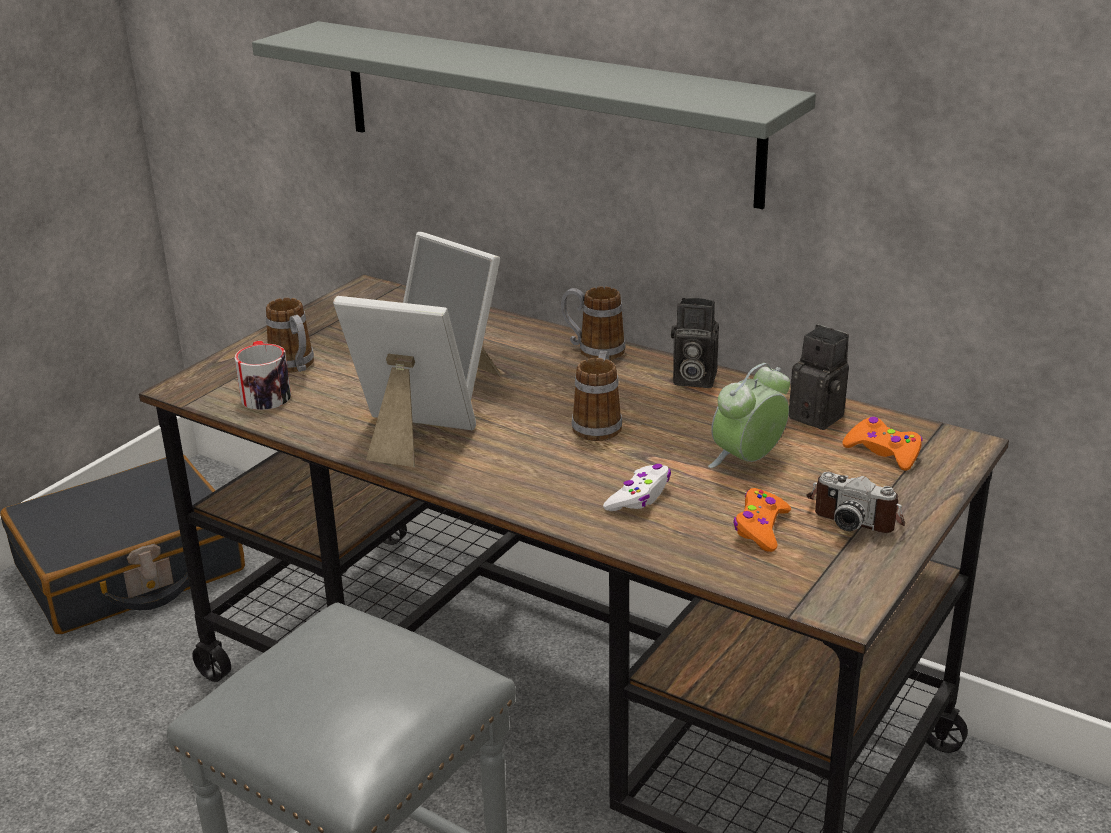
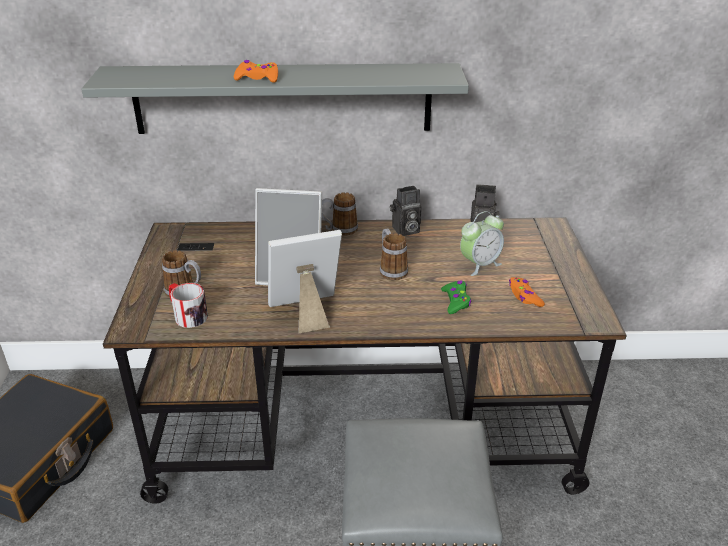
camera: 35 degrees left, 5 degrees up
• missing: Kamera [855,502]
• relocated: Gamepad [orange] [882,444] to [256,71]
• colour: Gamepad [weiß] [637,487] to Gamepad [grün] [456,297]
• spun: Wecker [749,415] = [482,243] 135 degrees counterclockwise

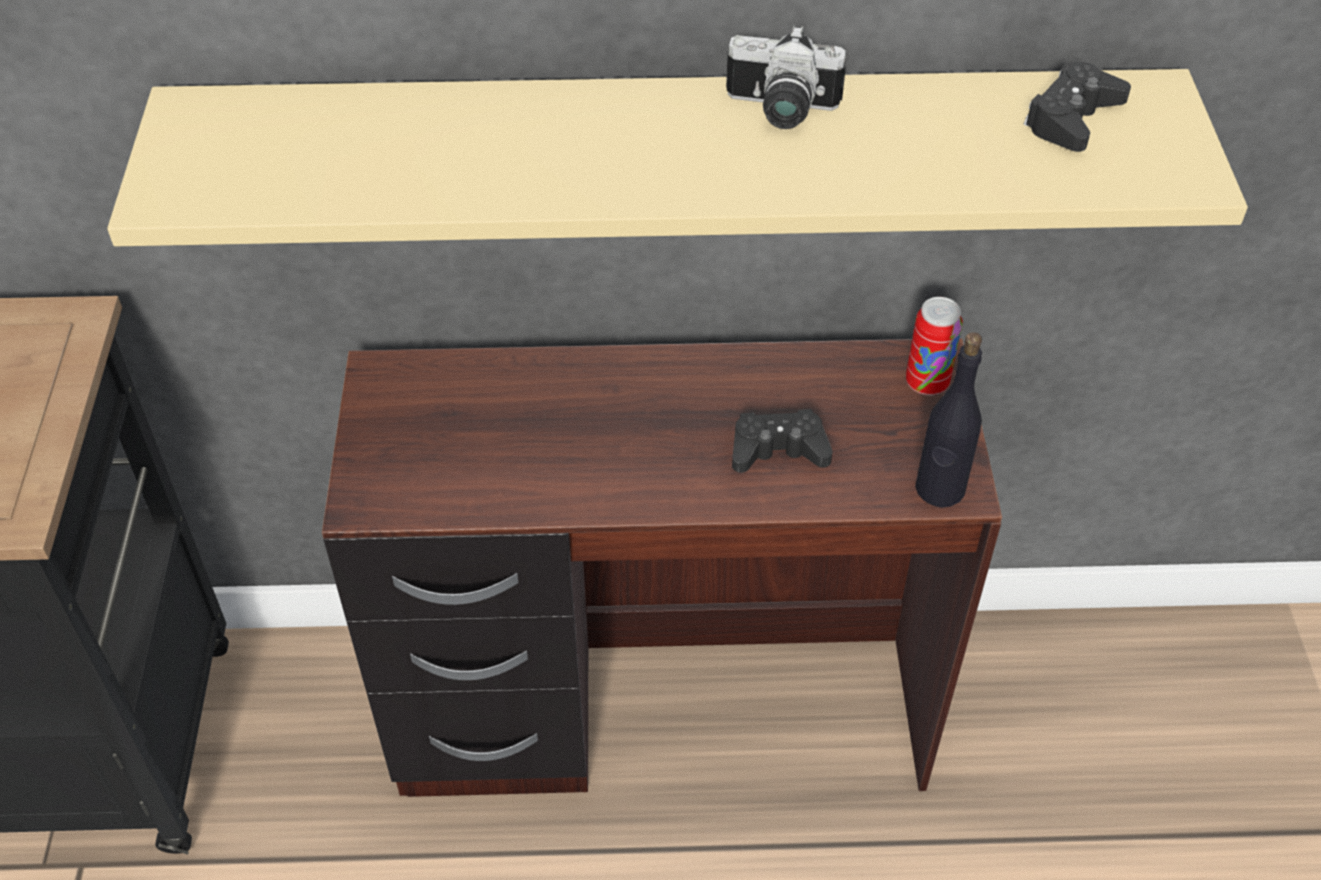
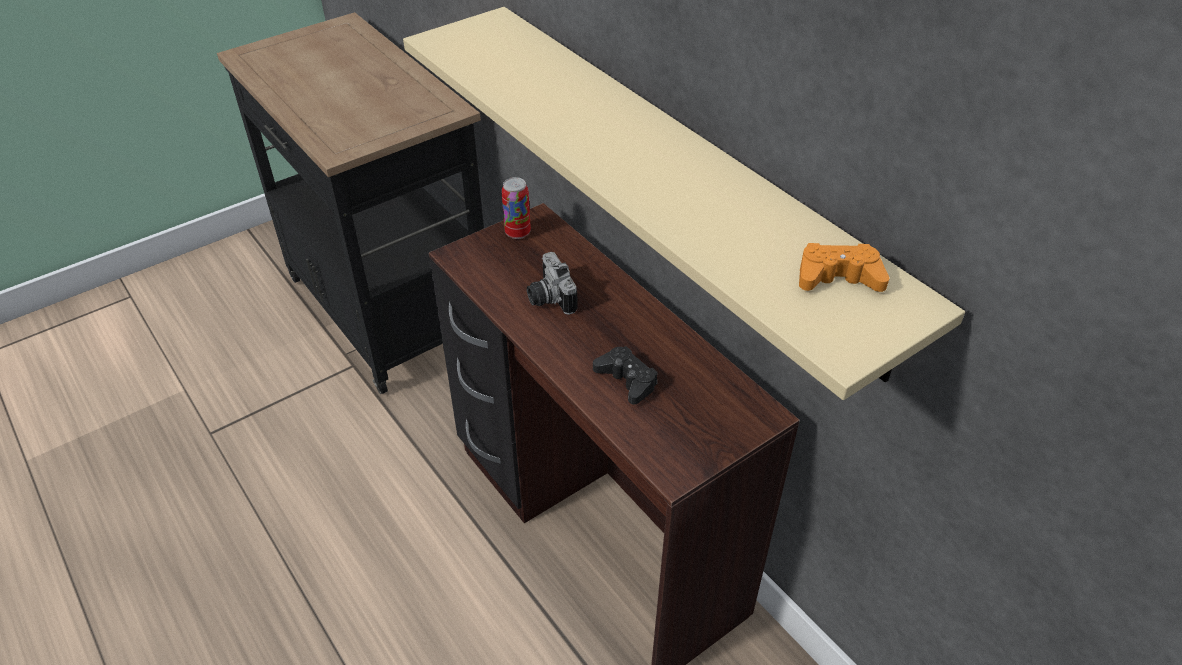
camera: 55 degrees right, 5 degrees down
• missing: Flasche [schwarz] [948,420]
• relocated: Kamera [786,77] to [552,283]
• relocated: Dose [934,346] to [516,208]
• colour: Gamepad [schwarz] [1077,107] to Gamepad [orange] [844,267]

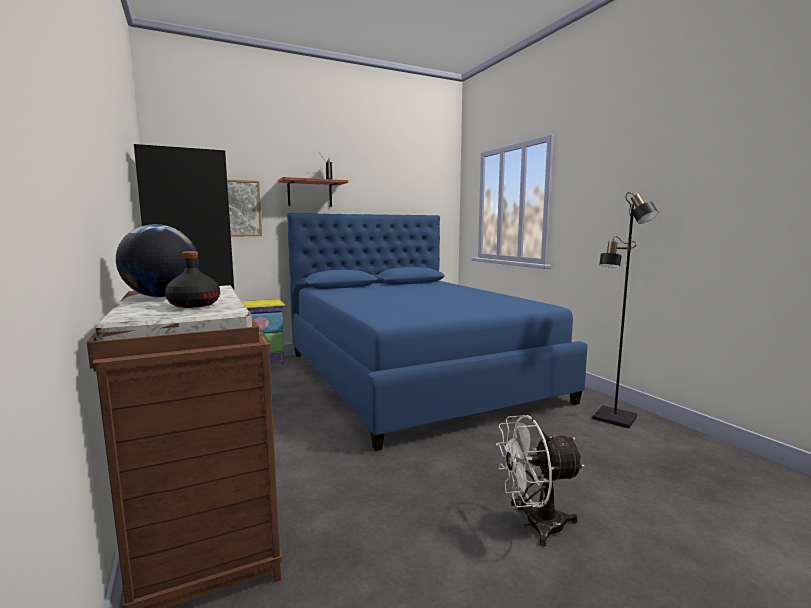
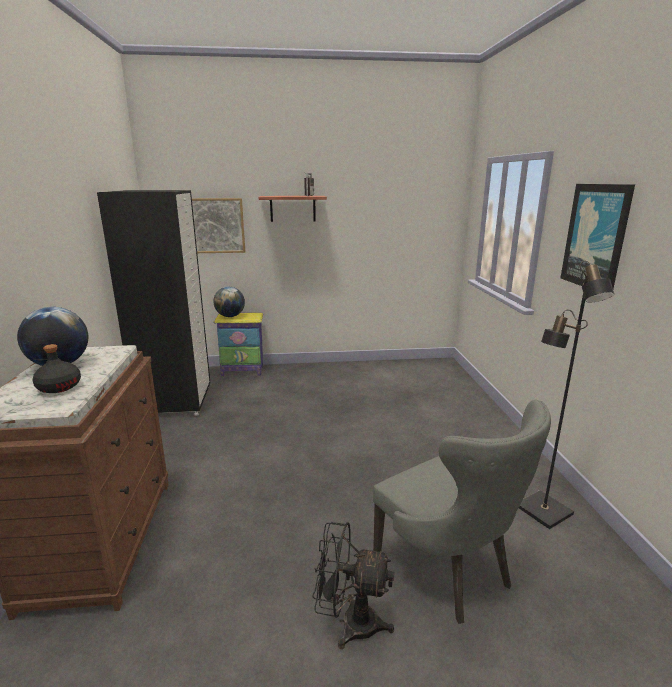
camera: 20 degrees right, 10 degrees up
• missing: Bett [blau] [437,332]
• appeared: Globus [229,302]
• appeared: Stuhl [grau] [462,511]
• appeared: Bild [598,236]
• colour: Ventilator [weiß] [540,480] to Ventilator [schwarz] [353,585]

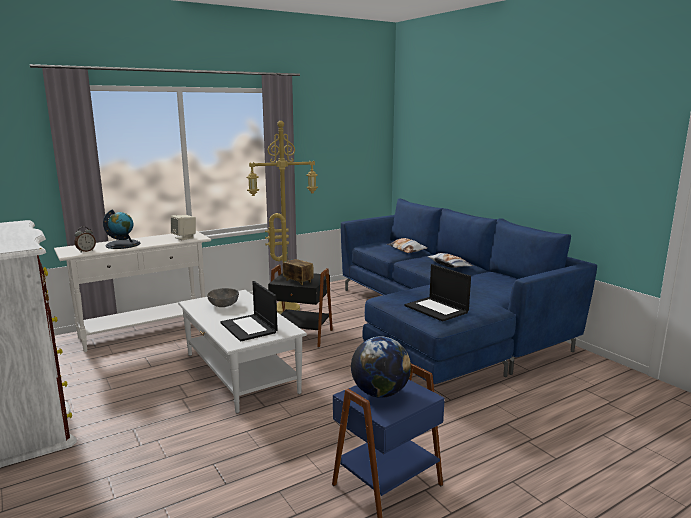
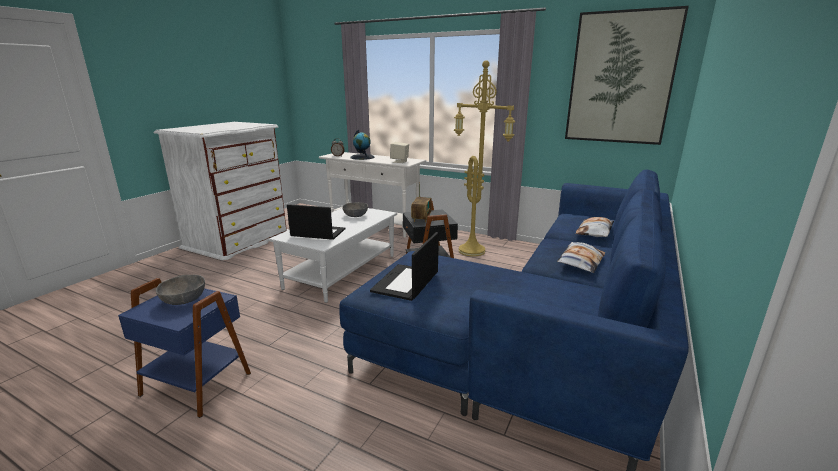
camera: 60 degrees right, 5 degrees up
• appeared: Bild [627,75]
• exchanged: Globus [381,367] to Schüssel [grau] [180,290]
• spun: Laptop [249,311] = [316,222] 75 degrees clockwise

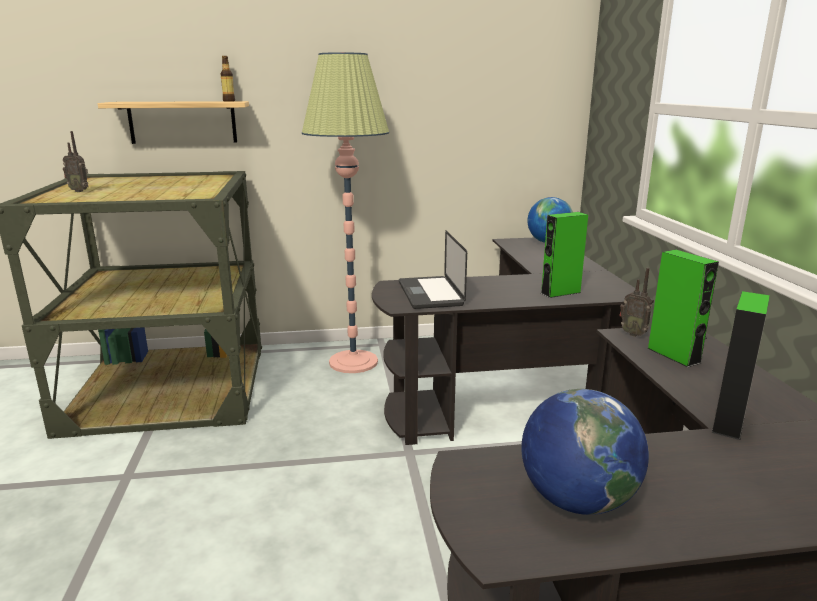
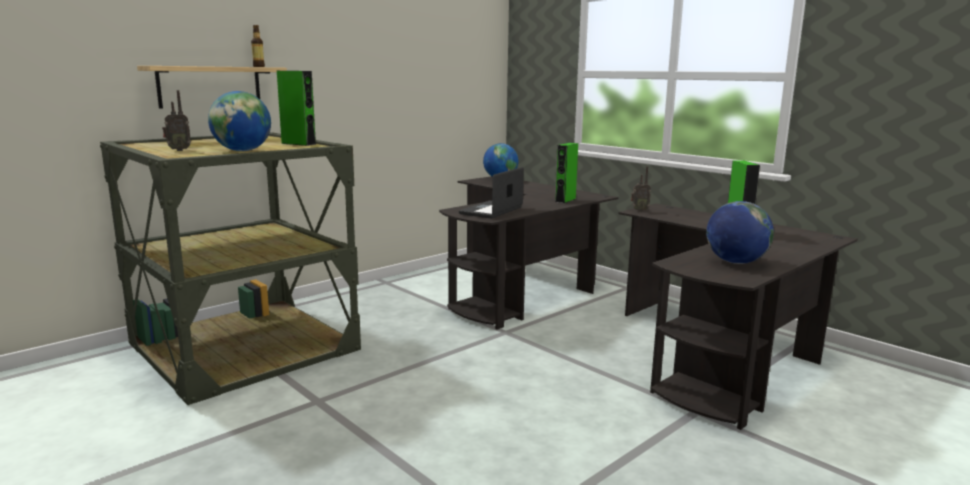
camera: 35 degrees left, 5 degrees down
• missing: Stehlampe [345,212]
• appeared: Globus [239,121]
• relocated: Lautsprecher [grün] [683,308] to [297,108]
• spun: Laptop [433,270] = [491,192] 75 degrees clockwise

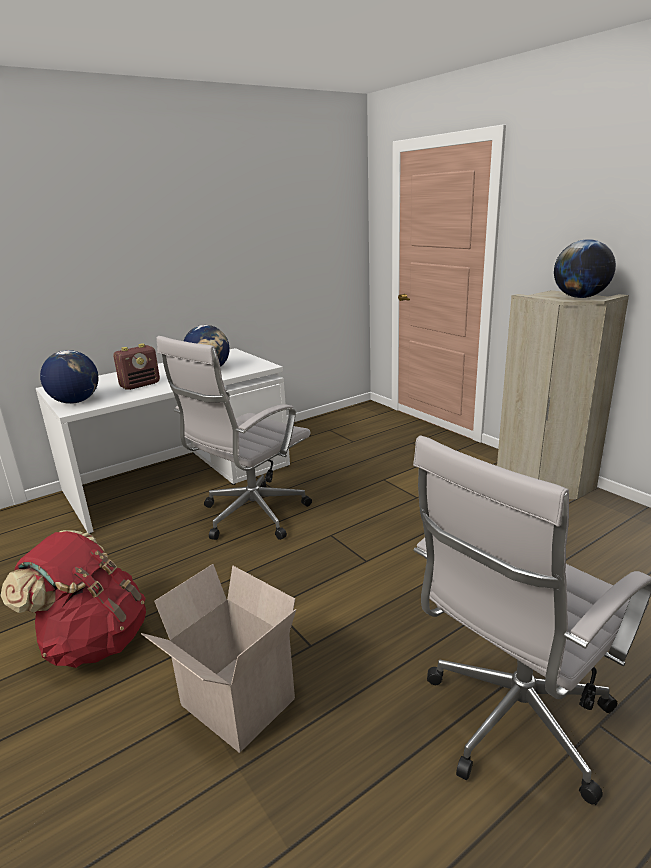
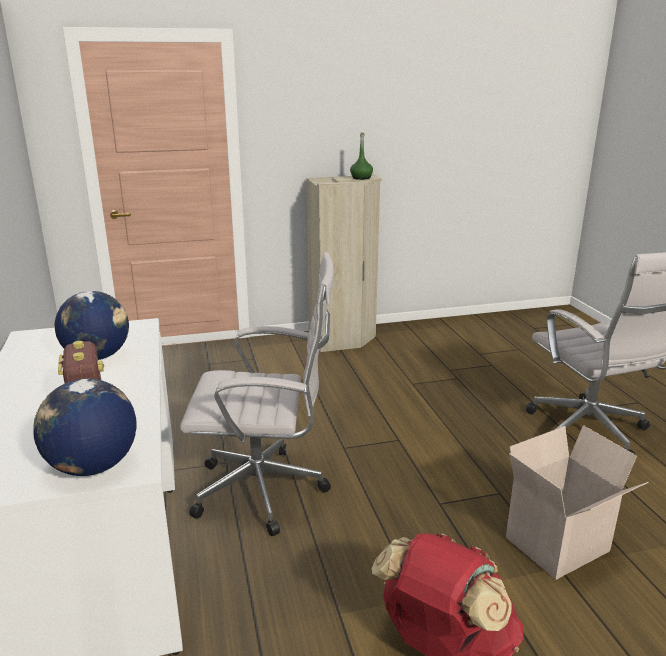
camera: 70 degrees left, 0 degrees up
• exchanged: Globus [585,268] to Flasche [grün] [361,156]
• spun: Bürostuhl [weiß] [234,438] = [257,394] 60 degrees counterclockwise

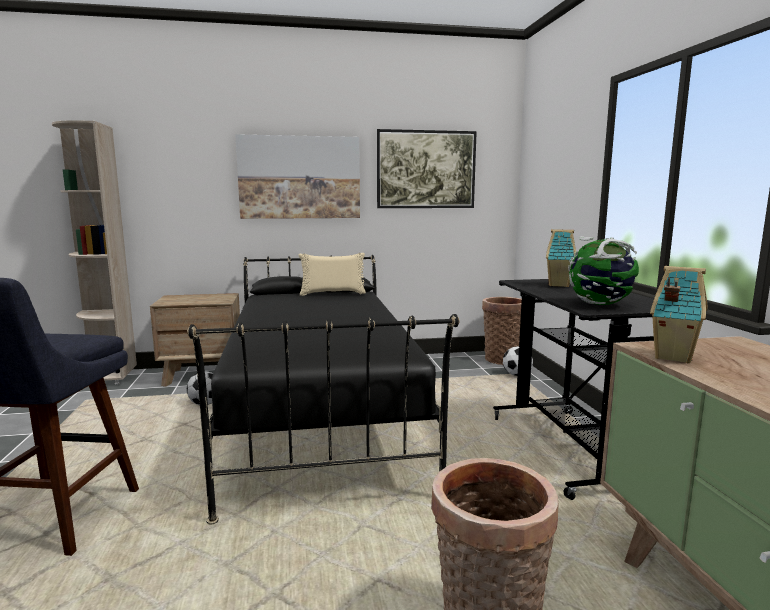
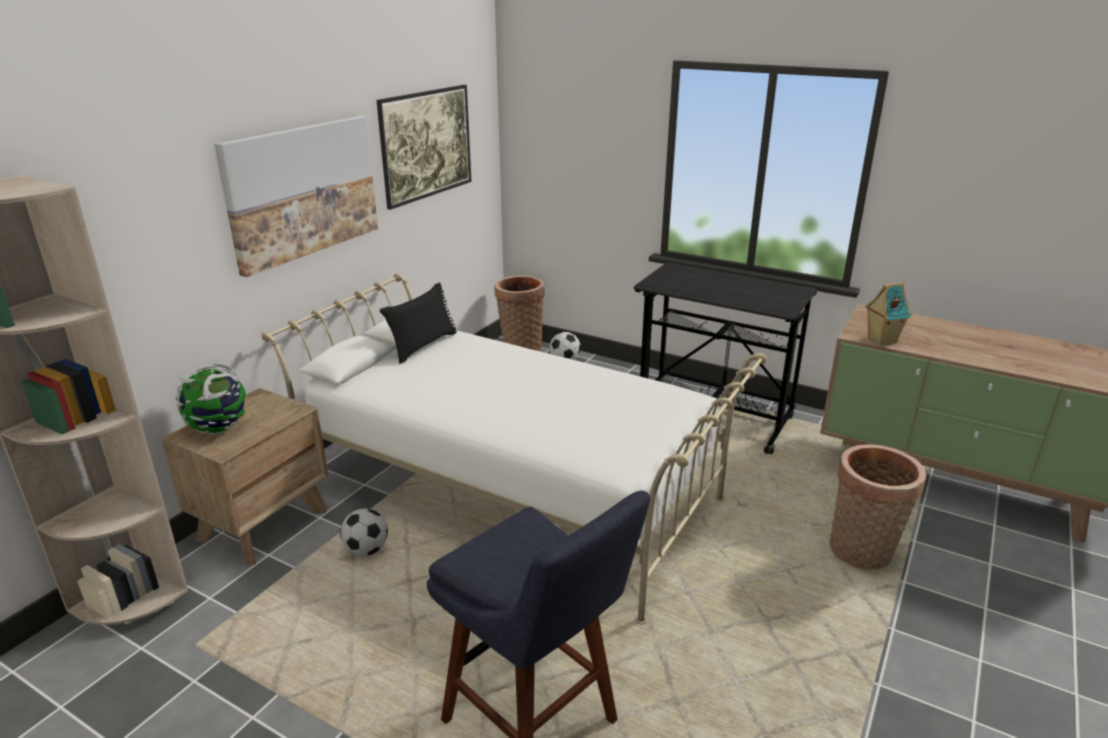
camera: 50 degrees left, 15 degrees up
• missing: Spielzeughaus [561,258]
• relocated: Globus [603,270] to [210,399]
• colour: Bett [schwarz] [323,389] to Bett [weiß] [514,448]
• colour: Kissen [beige] [332,274] to Kissen [schwarz] [418,323]

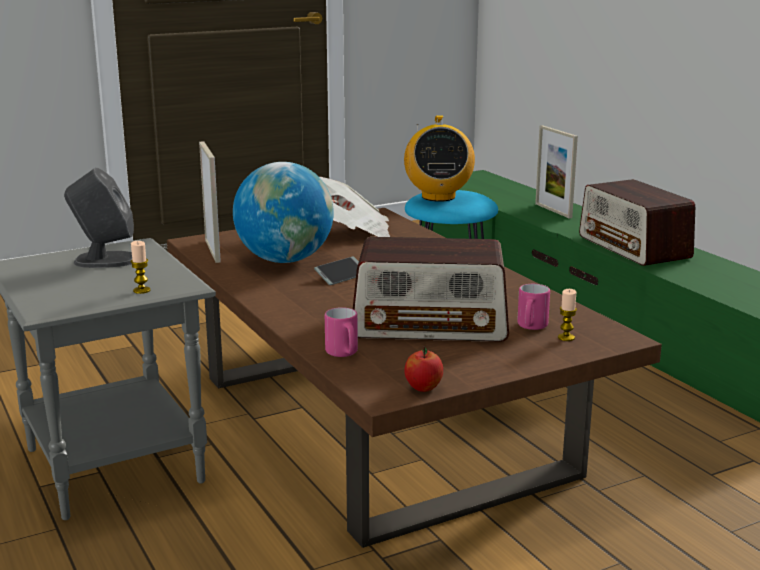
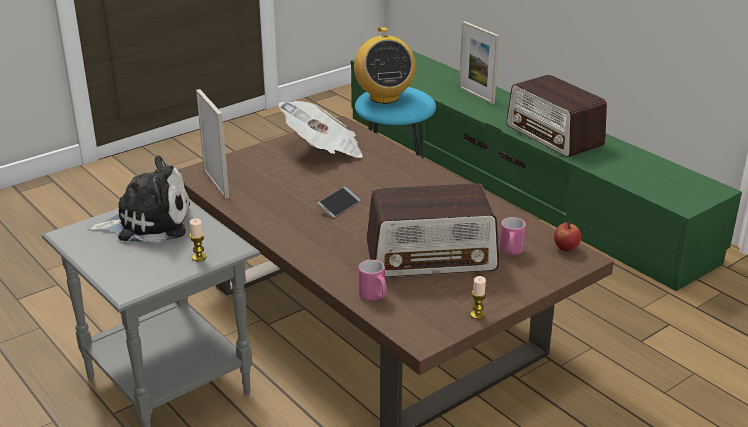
camera: 10 degrees left, 10 degrees up
• missing: Globus [283,212]
• relocated: Apfel [423,369] to [567,236]
• relocated: Kerze [567,315] to [478,297]
• exchanged: Lautsprecher [grau] [99,218] to Plüschtier [139,199]

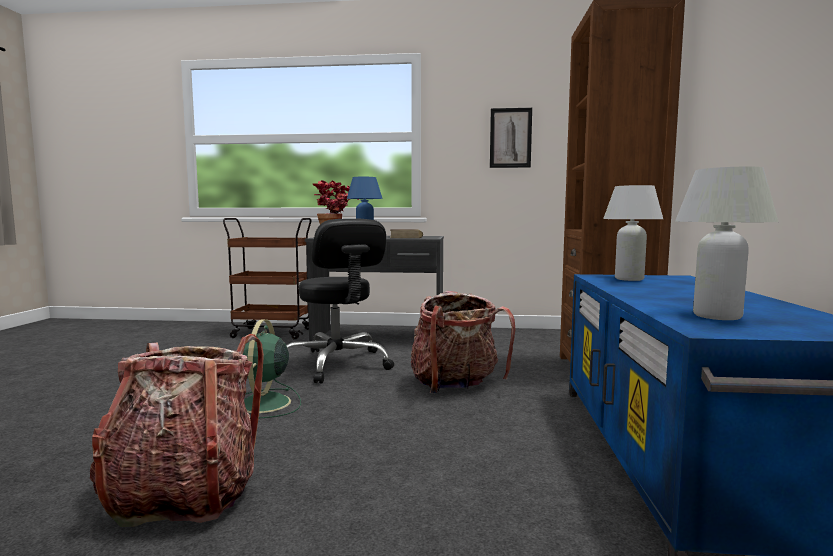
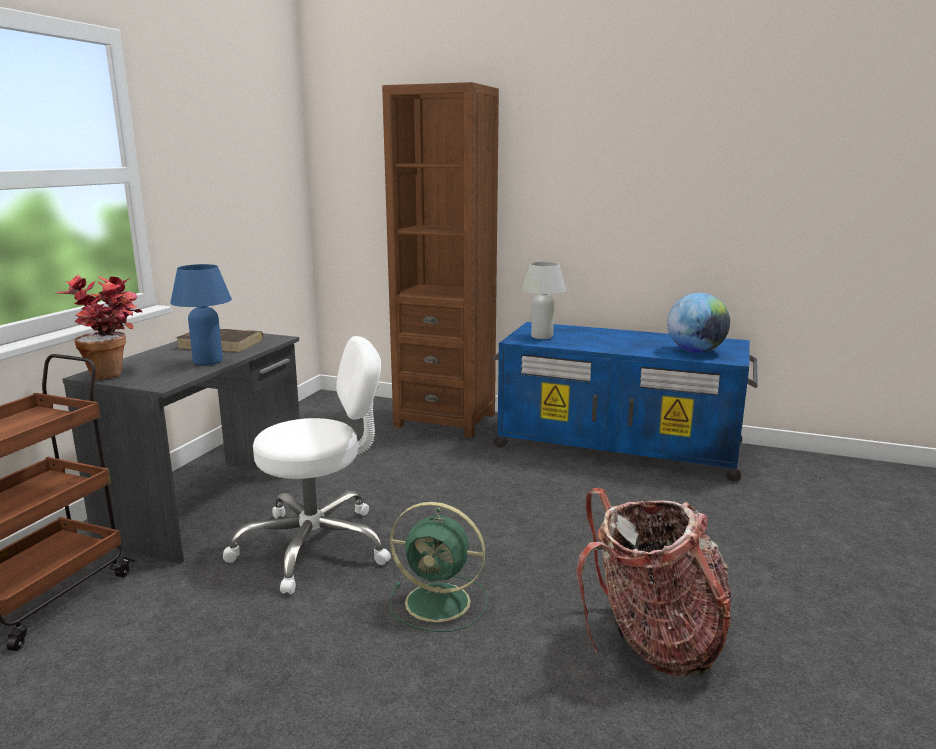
camera: 75 degrees left, 10 degrees up
• missing: Rucksack [463,342]
• missing: Bild [511,138]
• exchanged: Tischlampe [weiß] [726,243] to Globus [698,323]
• colour: Bürostuhl [schwarz] [340,301] to Bürostuhl [weiß] [307,465]

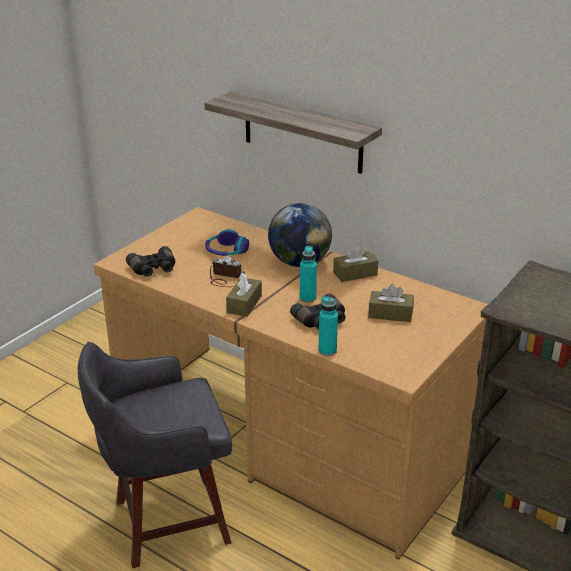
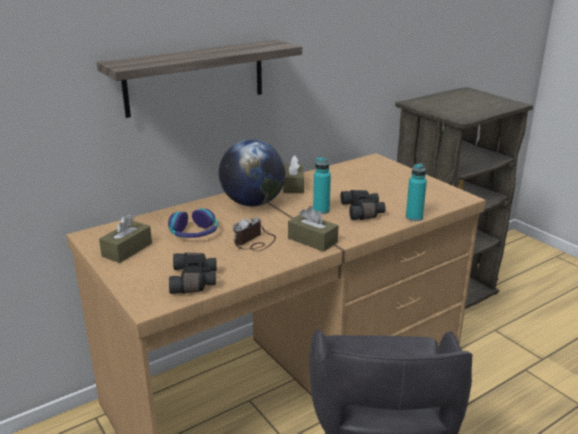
camera: 70 degrees left, 5 degrees down
• relocated: Taschentuchbox [braun] [391,303] to [125,238]

